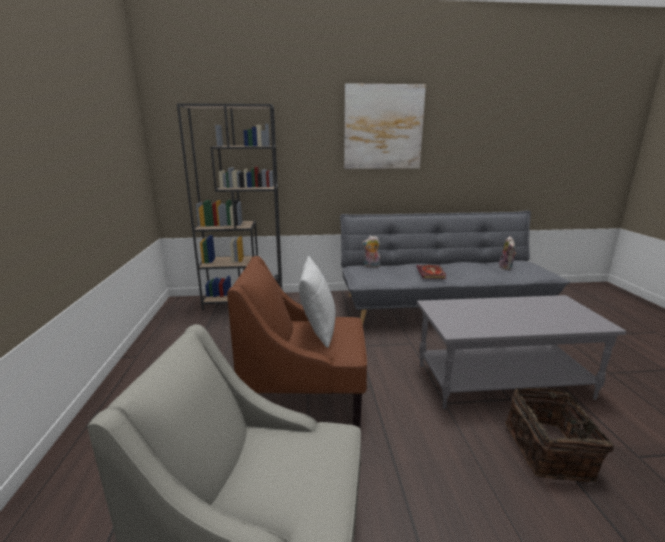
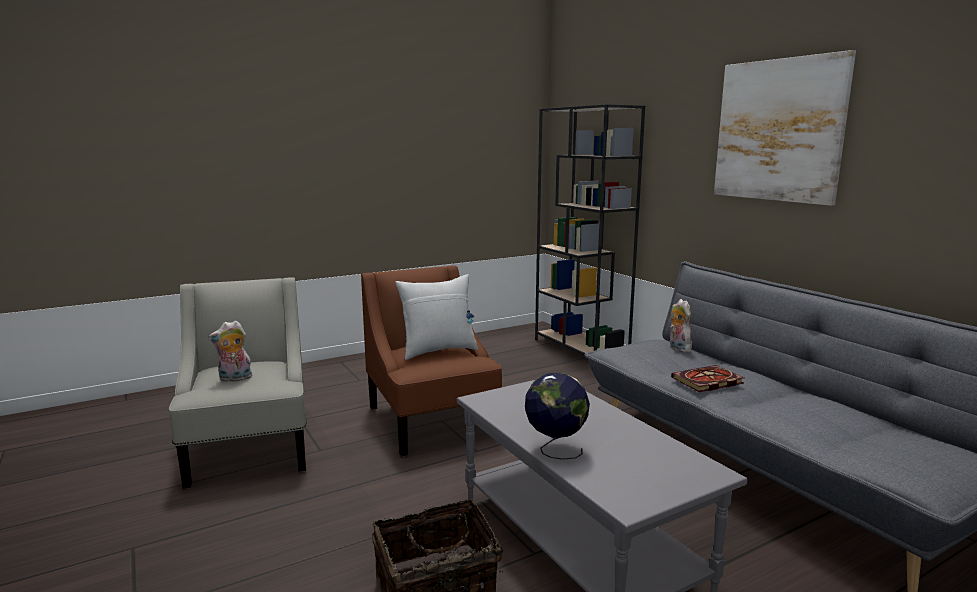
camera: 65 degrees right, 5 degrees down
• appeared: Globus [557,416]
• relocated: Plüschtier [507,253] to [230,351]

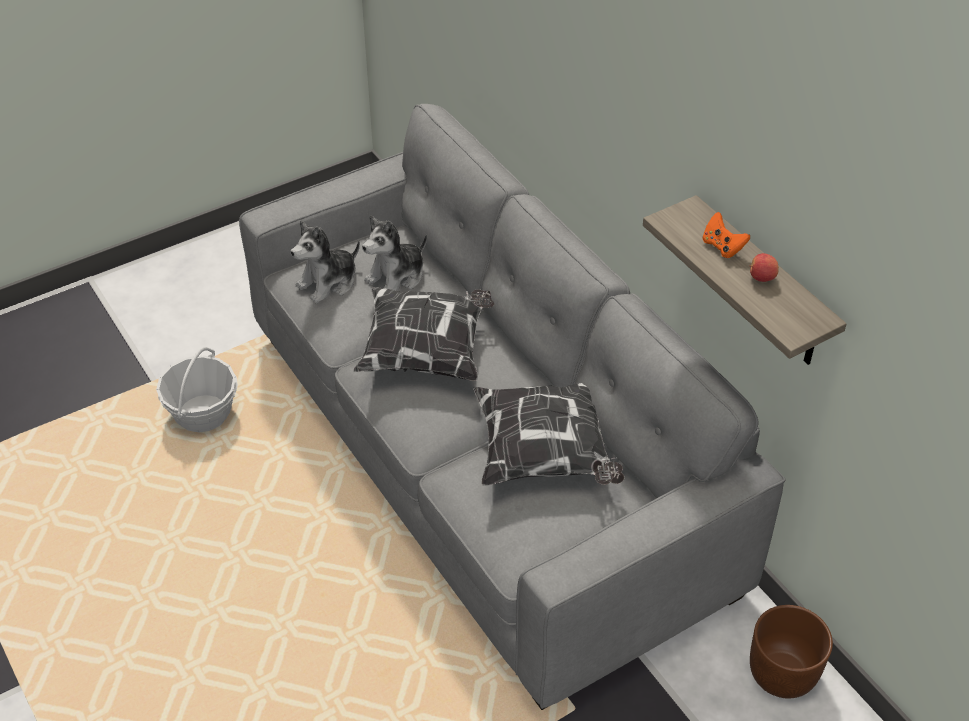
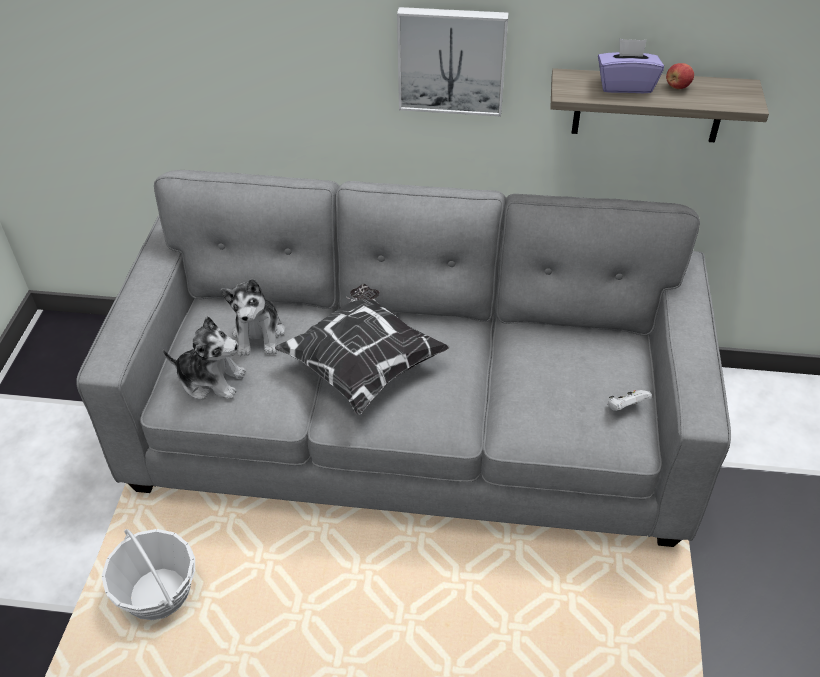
camera: 50 degrees left, 0 degrees up
• missing: Kissen [549,434]
• missing: Pflanzkübel [braun] [791,652]
• appeared: Bild [453,61]
• appeared: Gamepad [weiß] [629,400]
• exchanged: Gamepad [orange] [726,235] to Taschentuchbox [lila] [631,66]
• spun: Plüschtier [325,262] = [204,358] 75 degrees counterclockwise

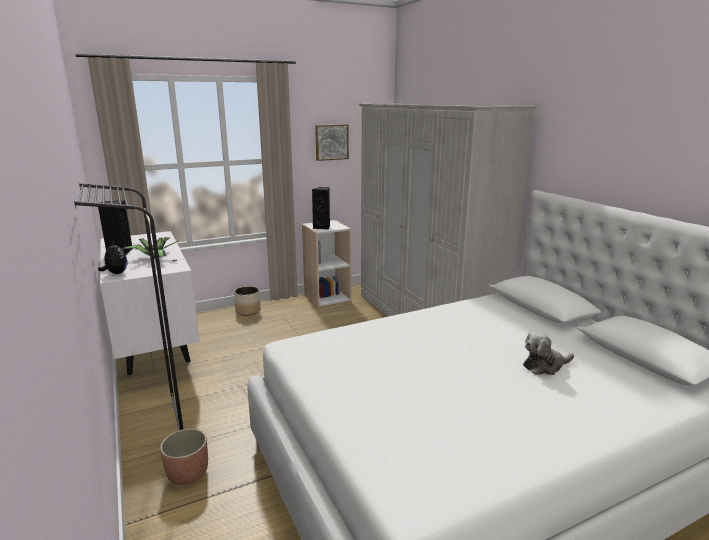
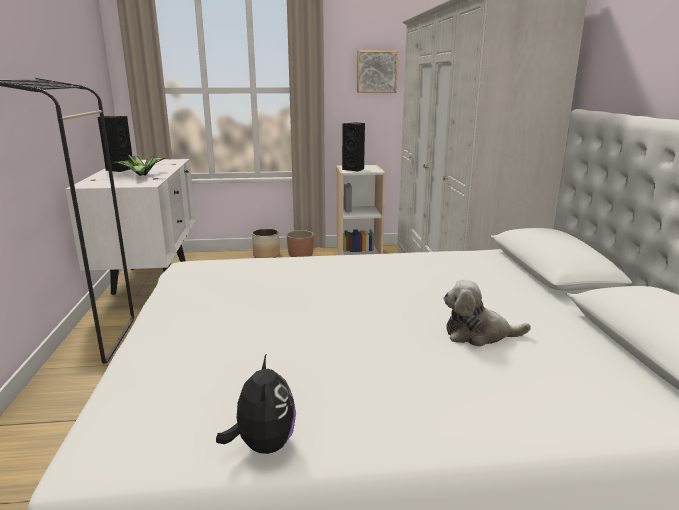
camera: 20 degrees right, 0 degrees up
• relocated: Plüschtier [112,259] to [256,403]
• relocated: Pflanzkübel [184,457] to [300,243]

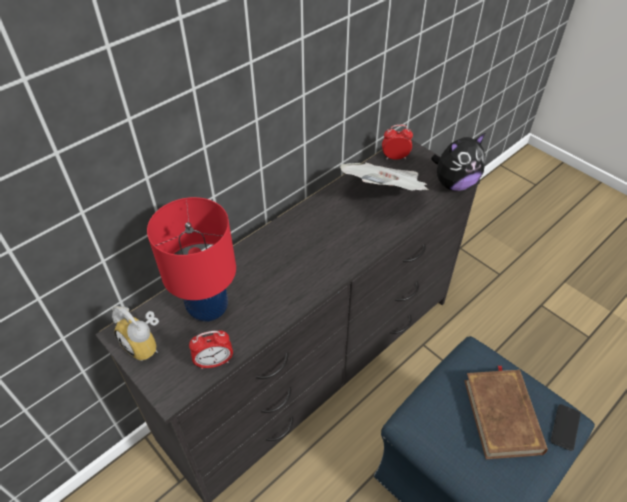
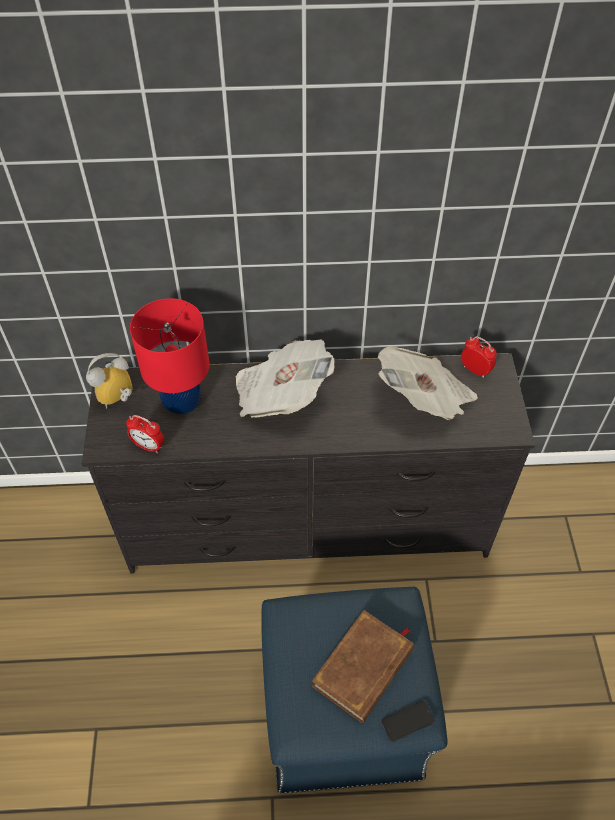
camera: 40 degrees right, 5 degrees up
• missing: Plüschtier [458,162]
• appeared: Zeitung [285,378]
• spun: Wecker [135,333] = [109,381] 60 degrees clockwise

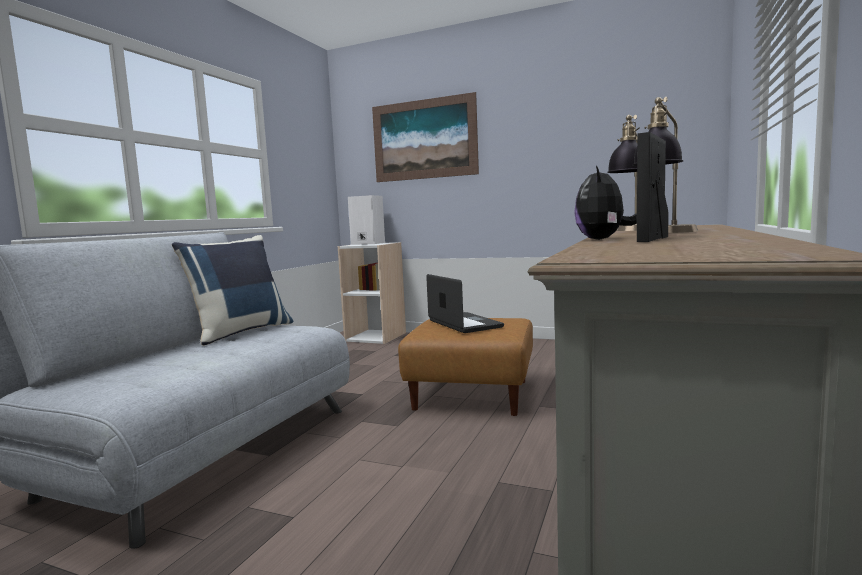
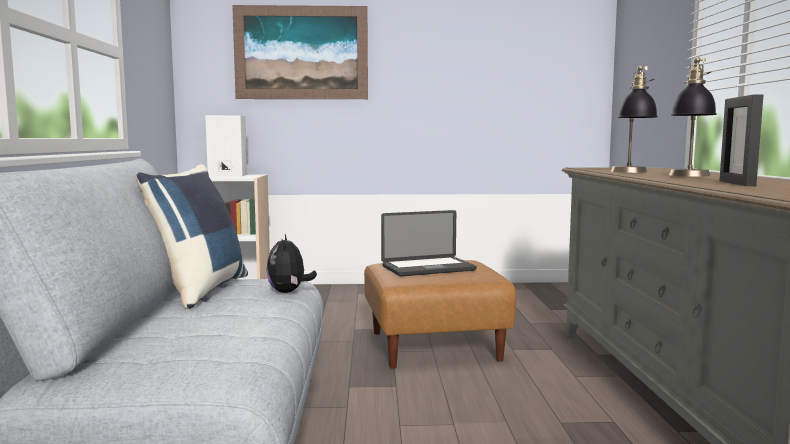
camera: 25 degrees left, 0 degrees up
• relocated: Plüschtier [605,203] to [291,264]
• spun: Laptop [465,303] = [429,243] 120 degrees clockwise

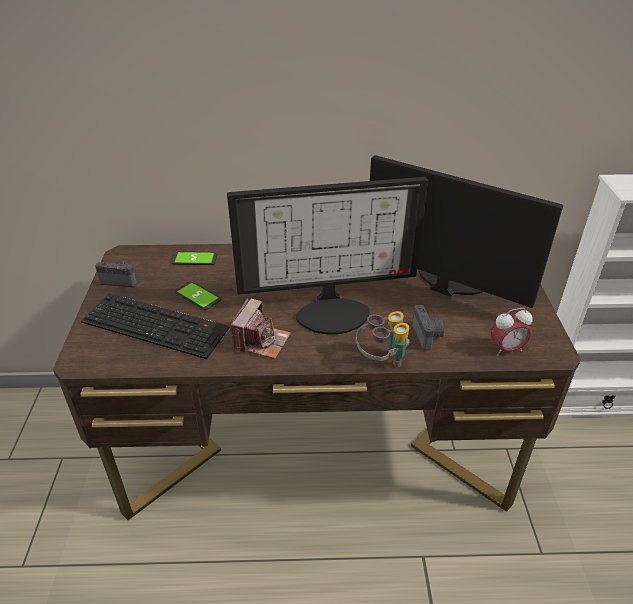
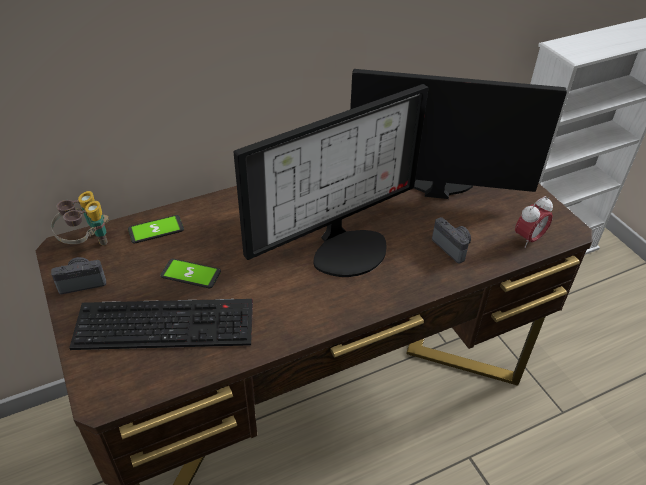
camera: 25 degrees left, 5 degrees up
• missing: Kamera [261,328]
• relocated: Fernglas [383,339] to [80,218]

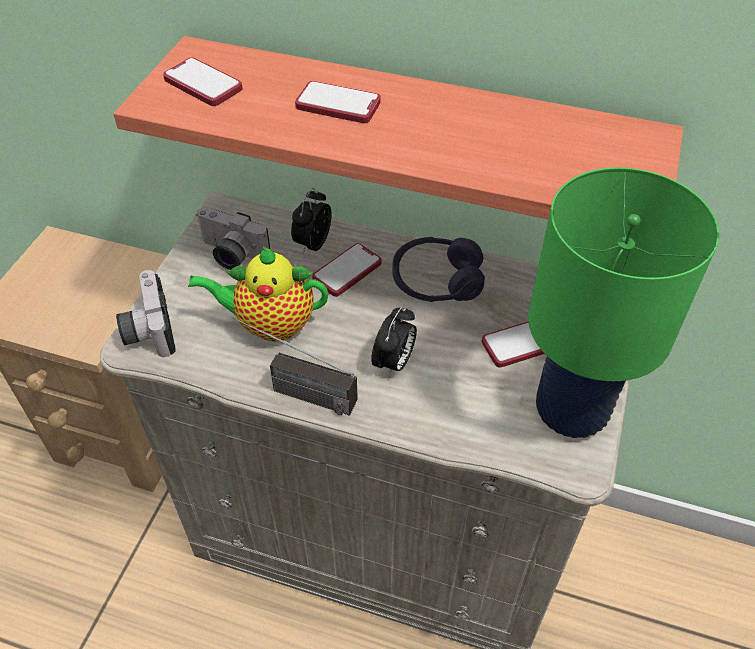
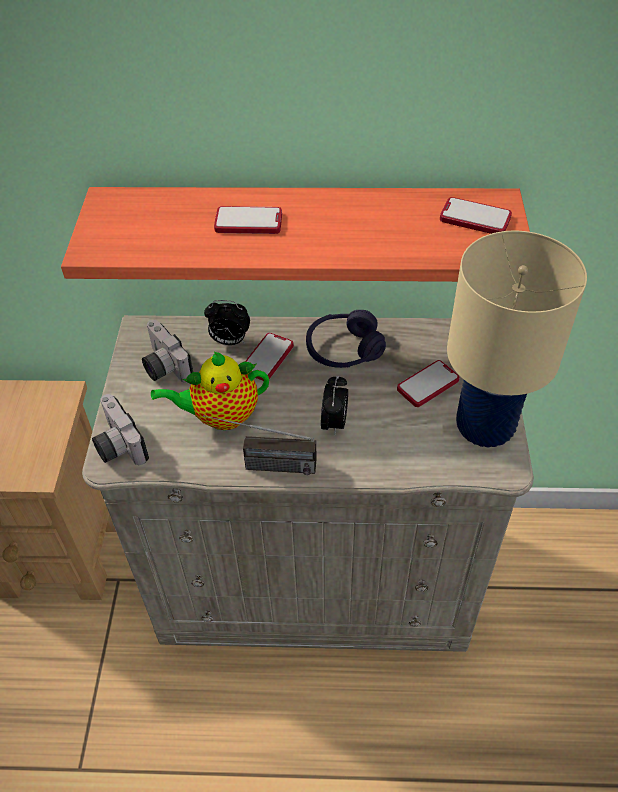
camera: 15 degrees left, 0 degrees up
• relocated: Handy [203,82] to [476,215]
• colour: Tischlampe [grün] [623,302] to Tischlampe [beige] [517,339]
• spun: Kamera [233,238] = [167,351] 45 degrees clockwise
• spun: Wecker [311,221] = [227,322] 90 degrees counterclockwise

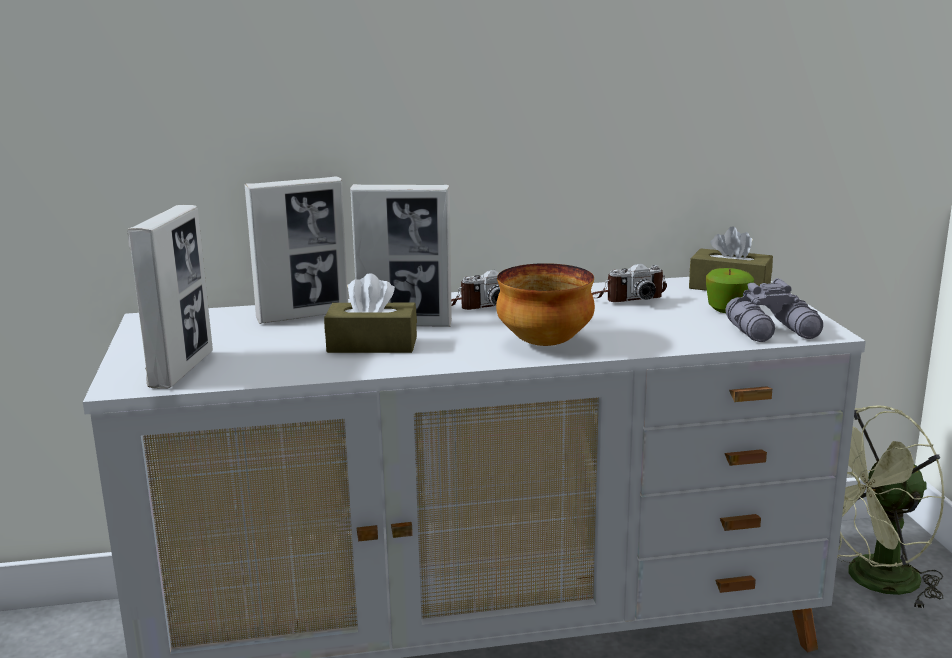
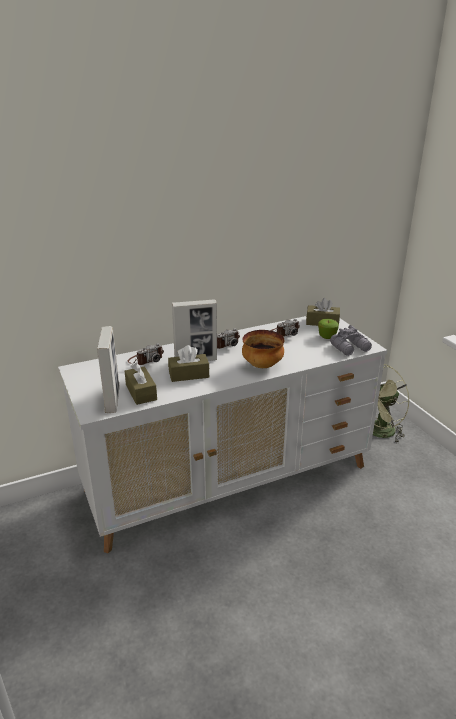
camera: 15 degrees left, 10 degrees up
• appeared: Taschentuchbox [braun] [141,384]
• exchanged: Bilderrahmen [296,250] to Kamera [145,354]

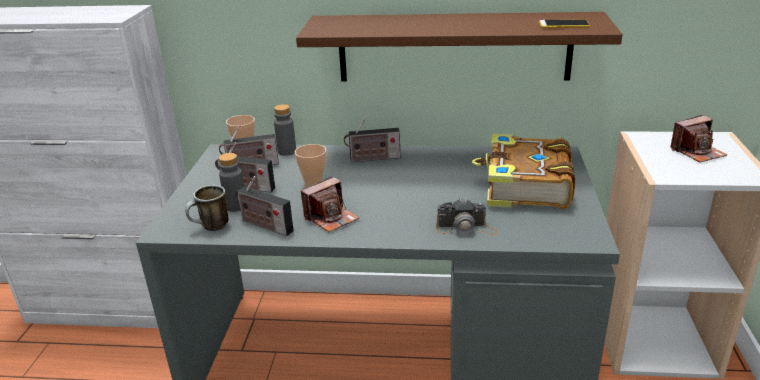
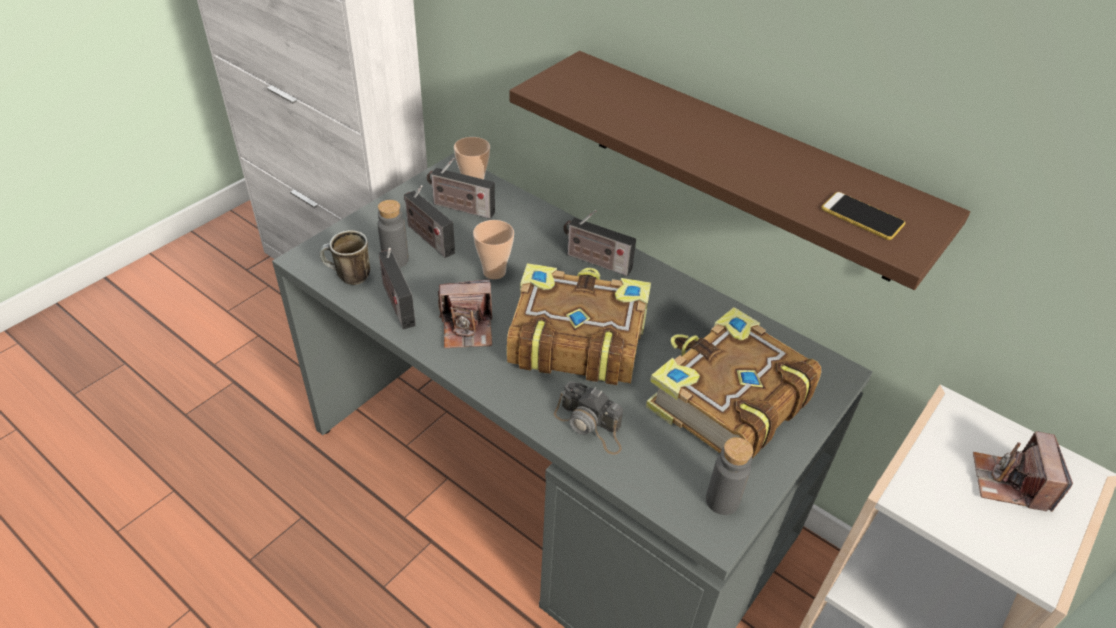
camera: 30 degrees right, 15 degrees up
• appeared: Buch [579,324]
• relocated: Flasche [grau] [285,130] to [729,476]
• spun: Kamera [698,139] = [1023,471] 90 degrees clockwise

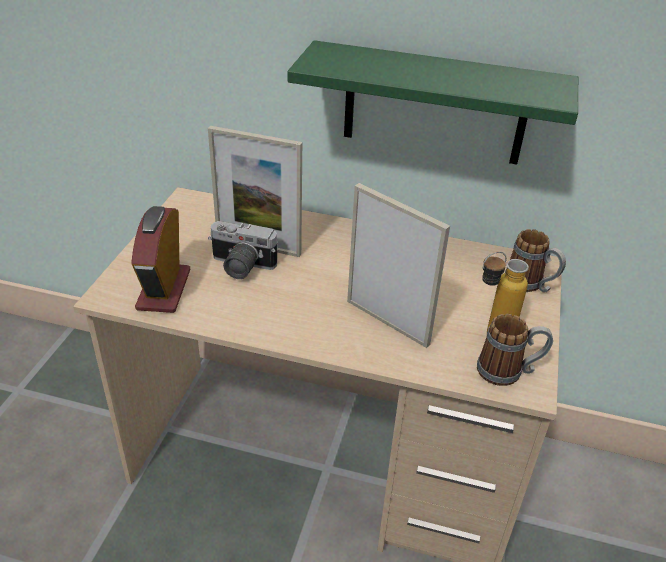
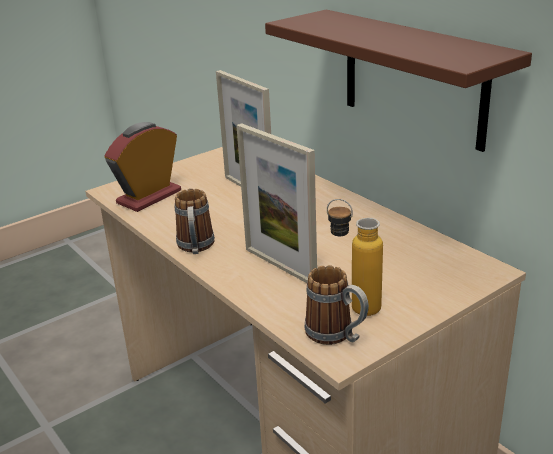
camera: 40 degrees right, 10 degrees down
• missing: Kamera [243,250]
• relocated: Henkelbecher [535,261] to [194,221]
• colour: Wandregal [grün] [432,102] to Wandregal [braun] [398,81]
• spun: Bilderrahmen [398,265] = [276,203] 150 degrees clockwise

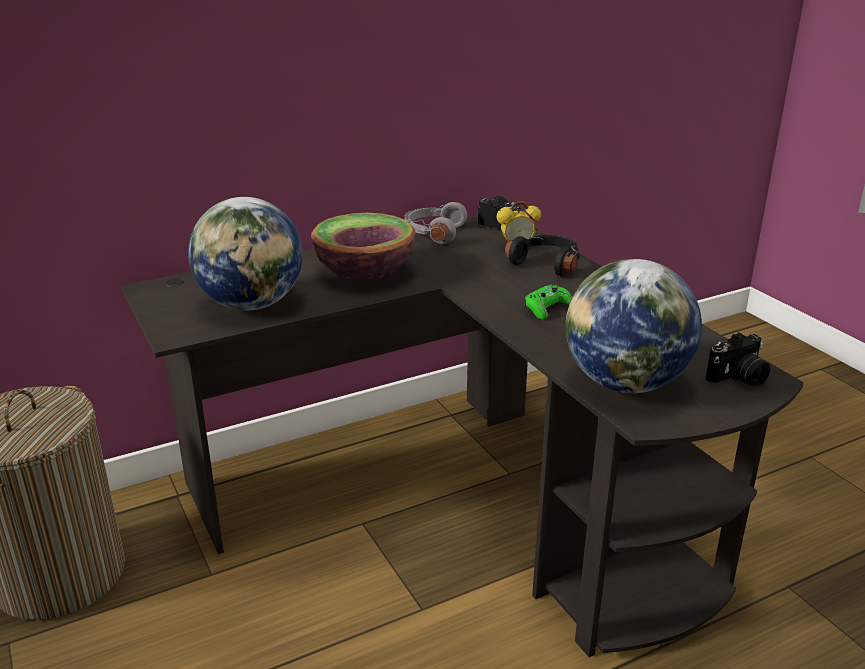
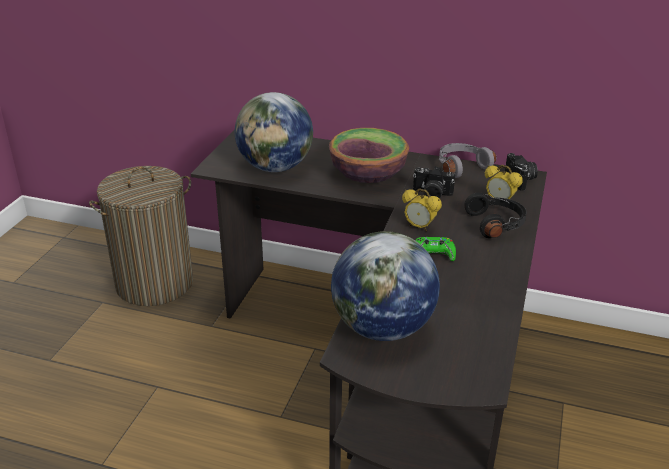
camera: 45 degrees right, 5 degrees up
• appeared: Wecker [422,209]
• relocated: Kamera [737,359] to [434,182]

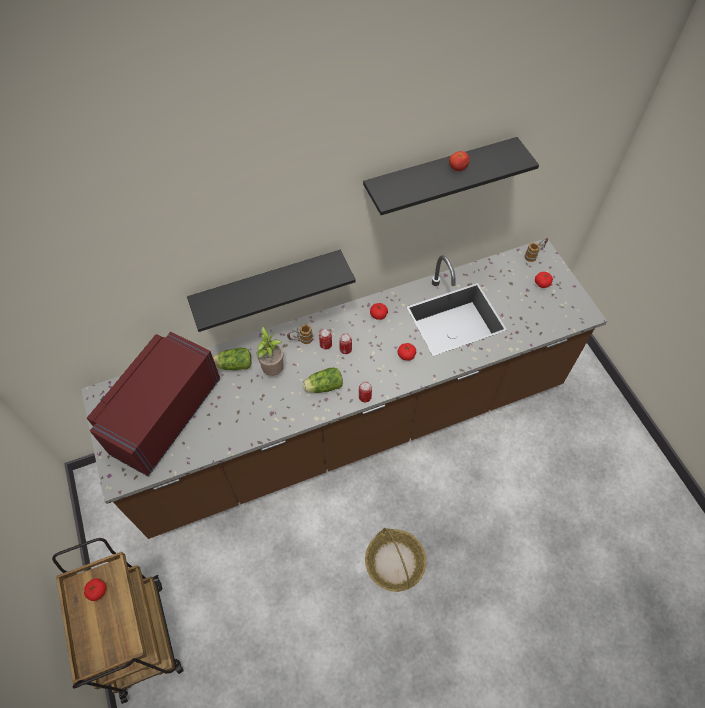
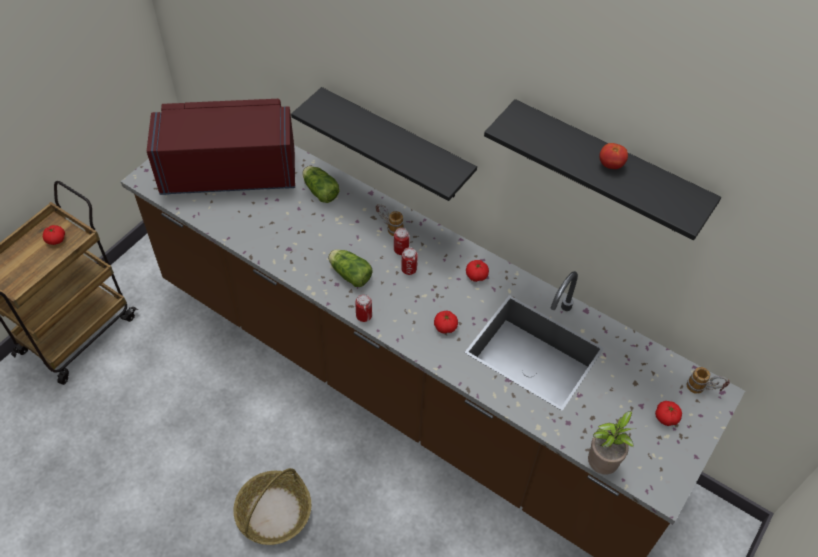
camera: 55 degrees right, 5 degrees down
• relocated: Topfpflanze [270,351] to [612,443]

